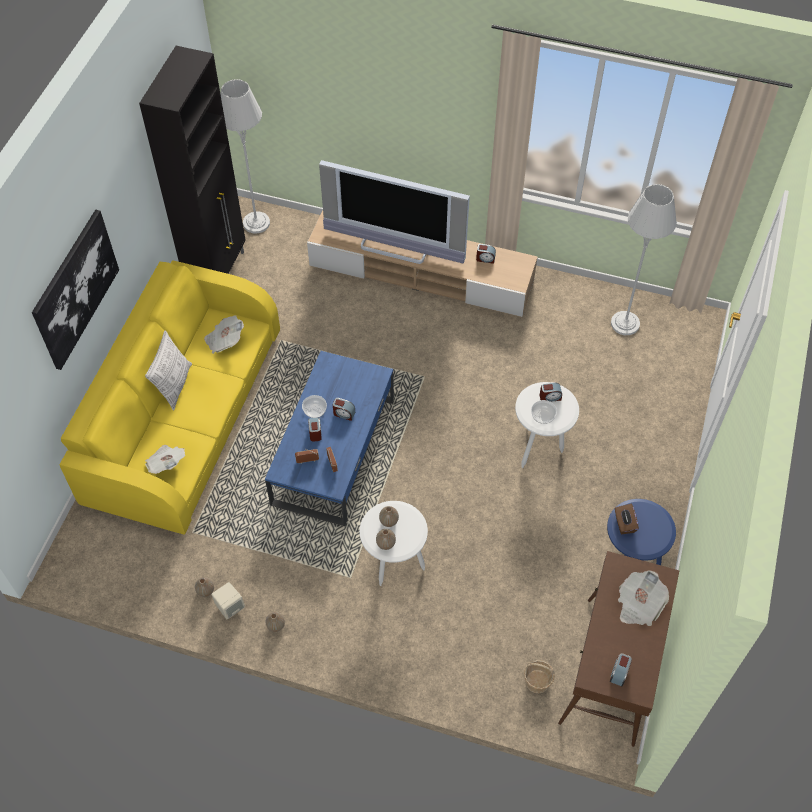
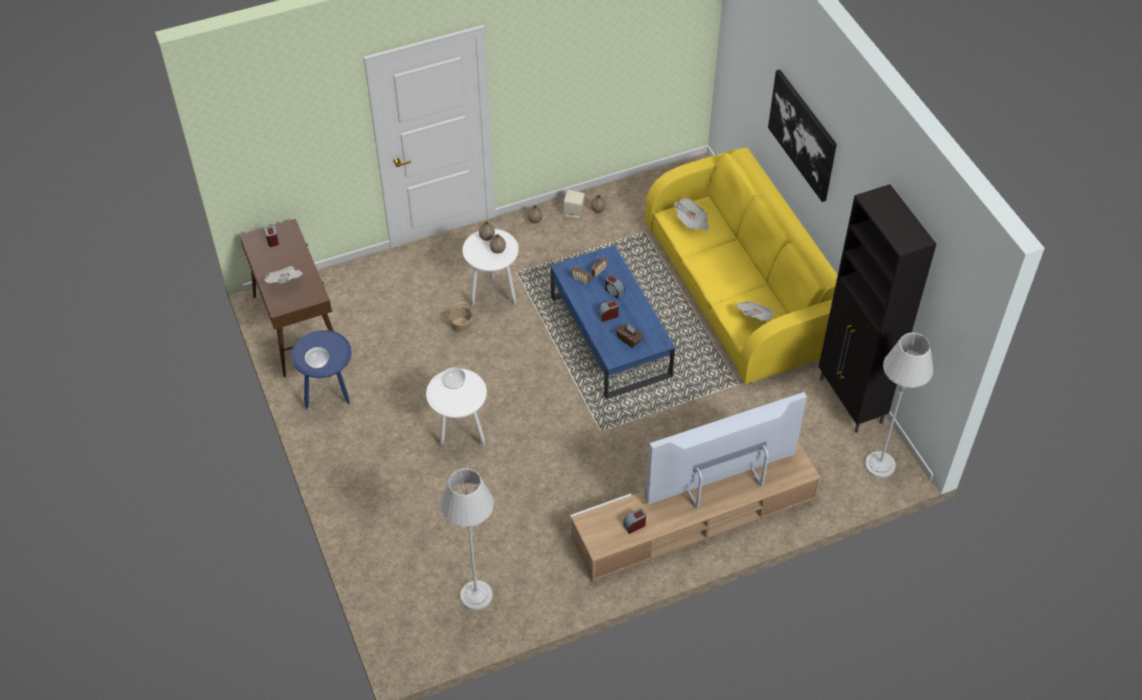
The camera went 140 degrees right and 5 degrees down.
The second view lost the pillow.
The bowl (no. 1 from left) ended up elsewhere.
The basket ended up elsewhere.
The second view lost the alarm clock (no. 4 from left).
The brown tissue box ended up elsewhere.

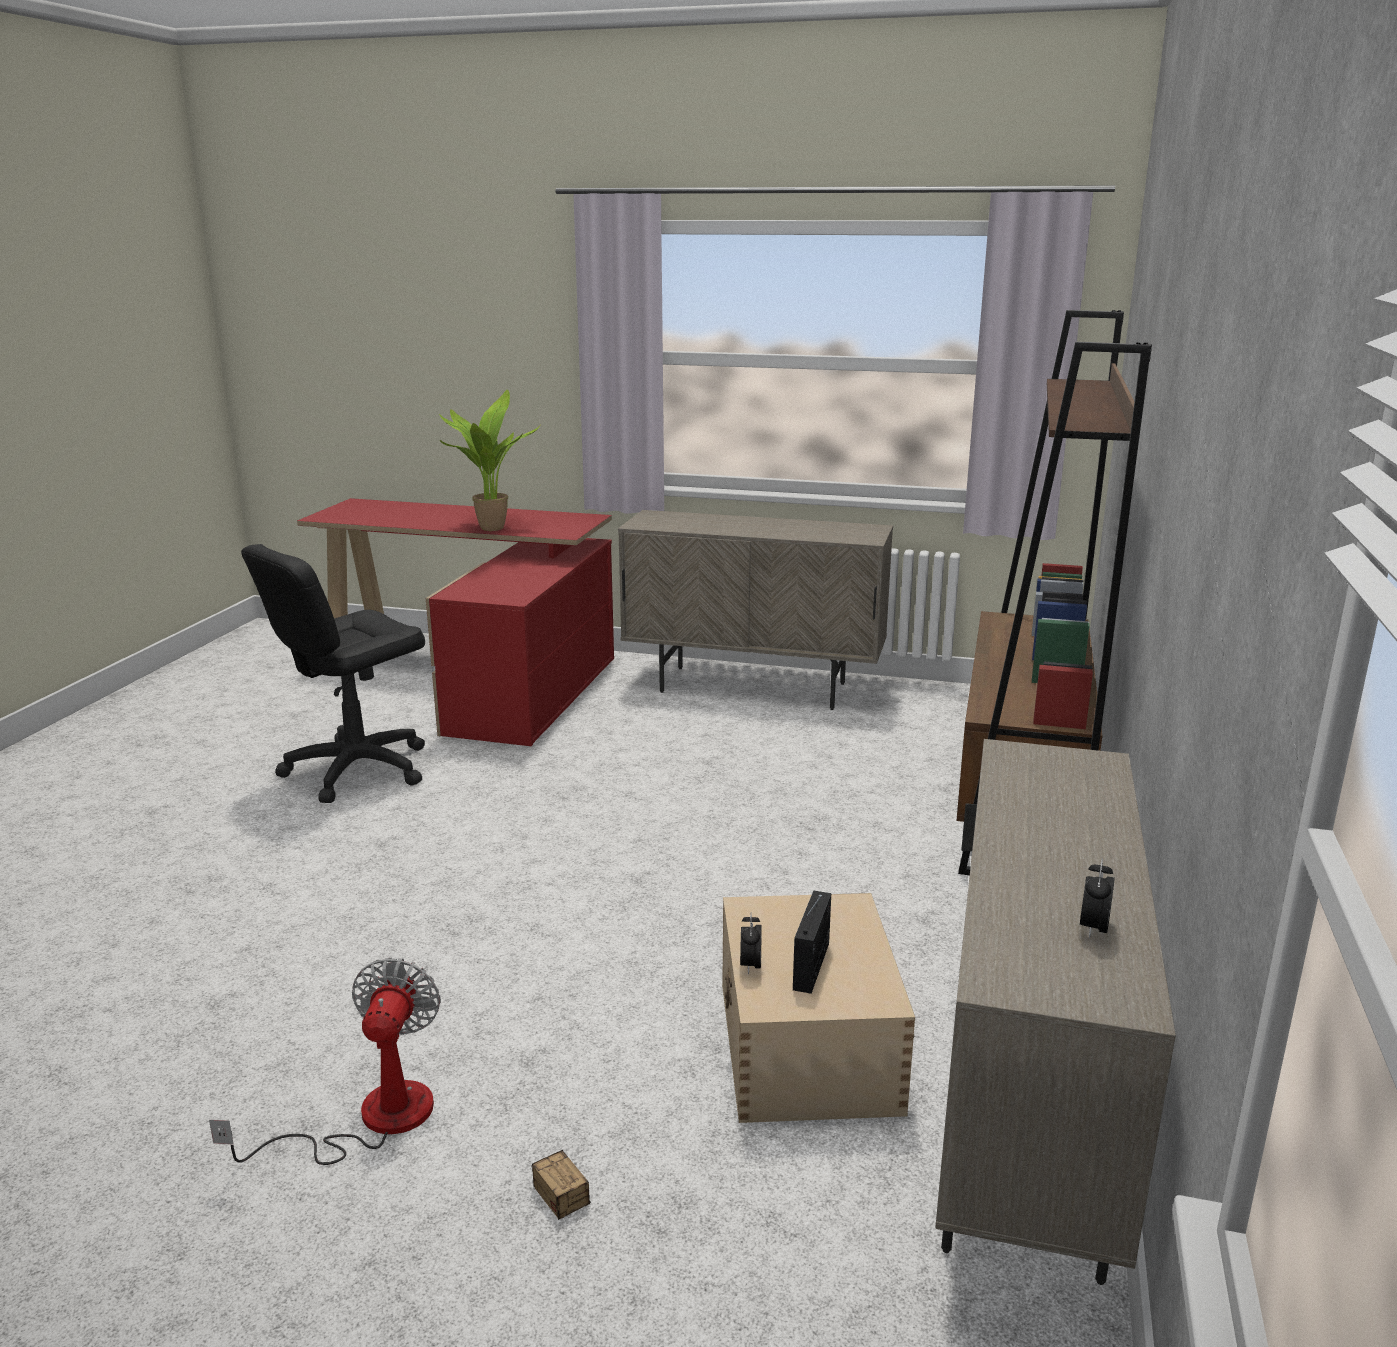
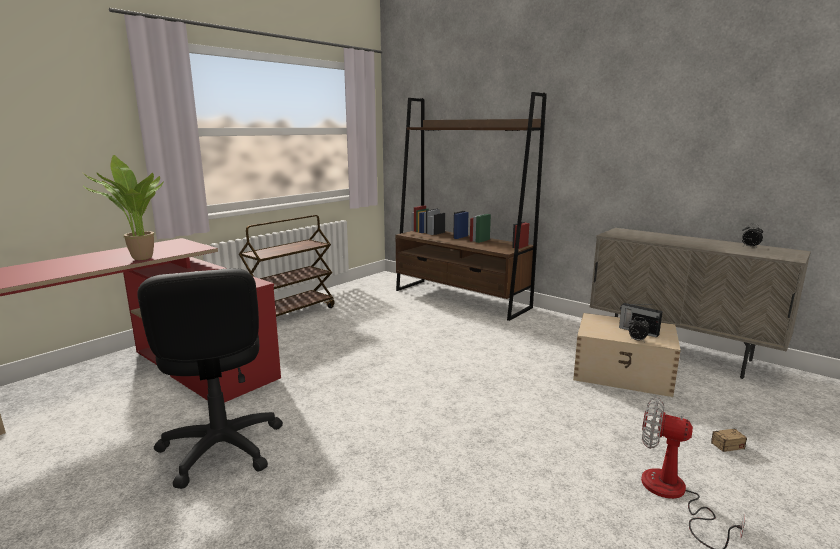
The camera went 65 degrees left and 5 degrees down.
Where the beige cabinet (no. 1 from left) stood, the brown cart came to stand.

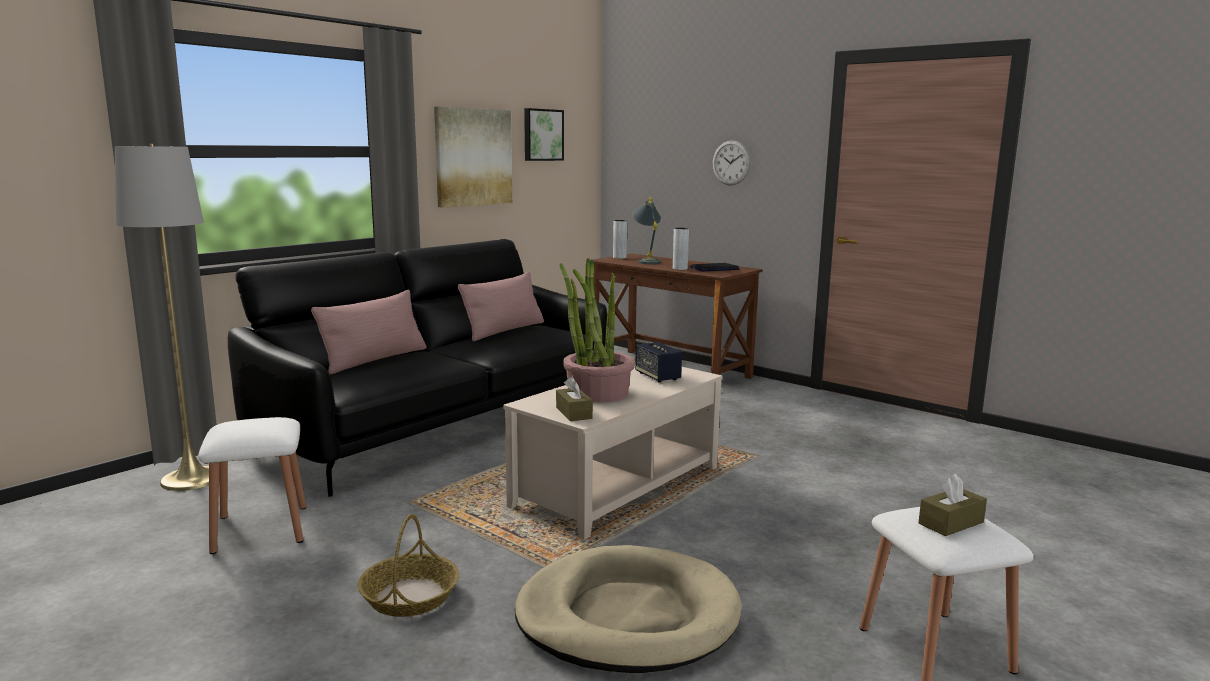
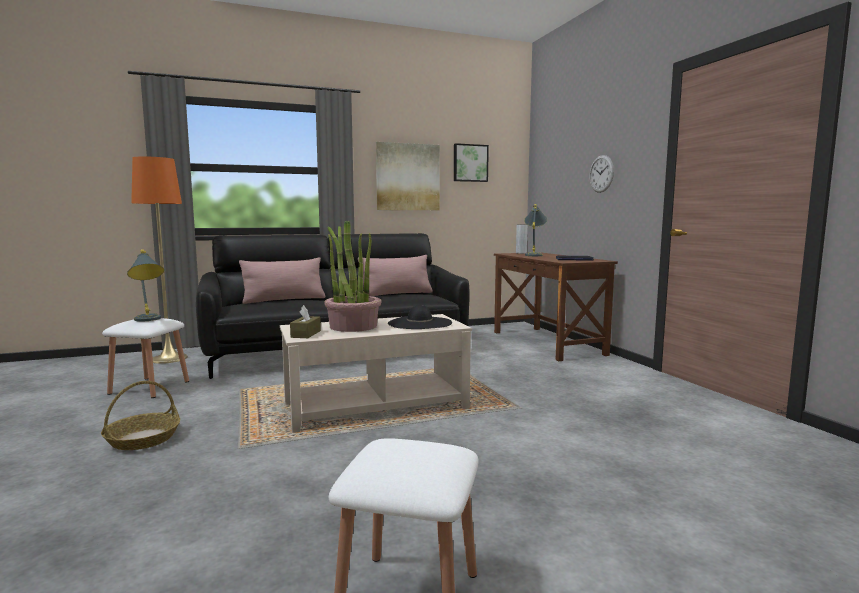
The camera went 30 degrees right and 5 degrees down.
What was the grey floor lamp turned into the orange floor lamp.
The second view lost the beige dog bed.
Where the speaker stood, the black hat came to stand.
The second view lost the grey vase (no. 2 from left).
The second view lost the brown tissue box (no. 2 from left).
The second view gained the grey table lamp (no. 1 from left).

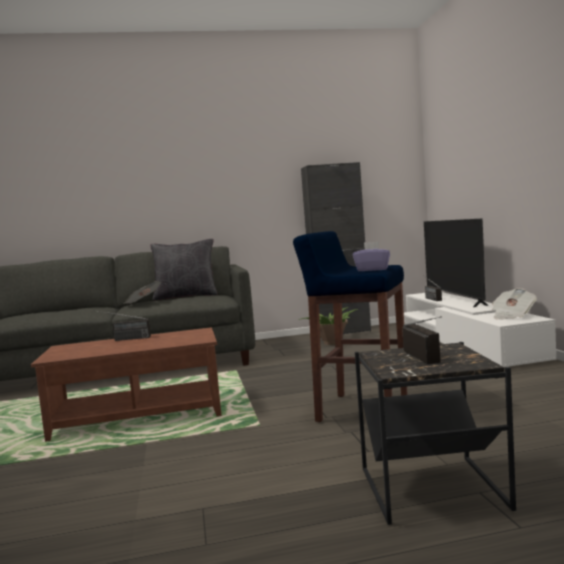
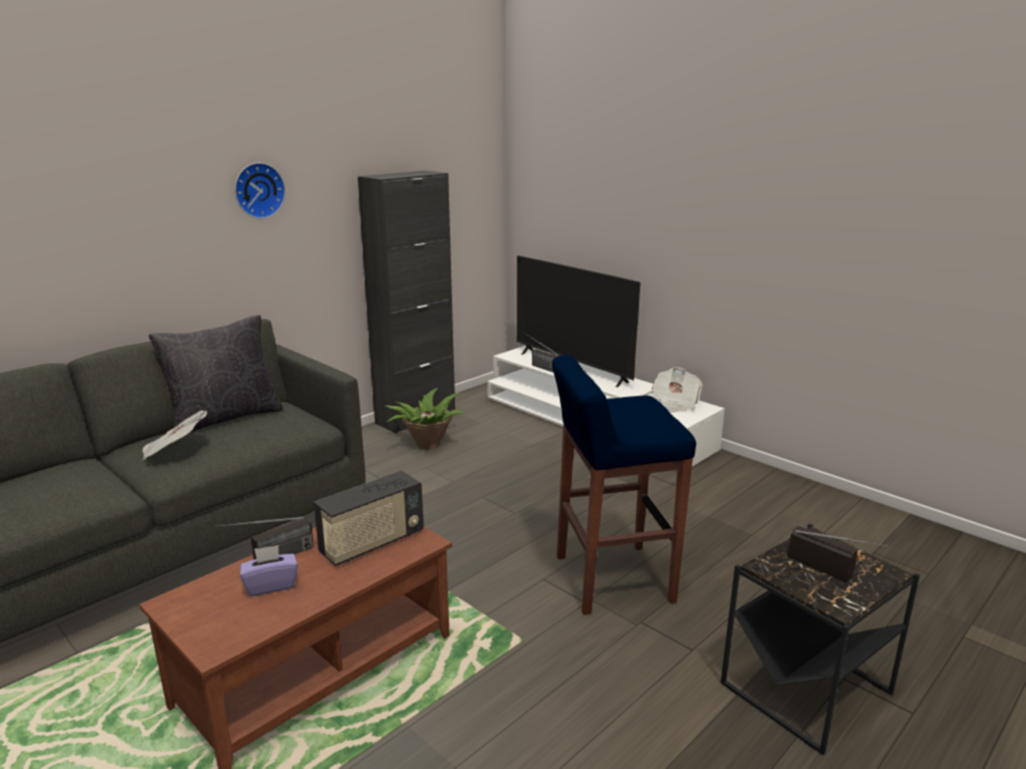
The camera went 35 degrees left and 15 degrees up.
The purple tissue box ended up elsewhere.
The second view gained the wall clock.
The second view gained the radio (no. 2 from left).

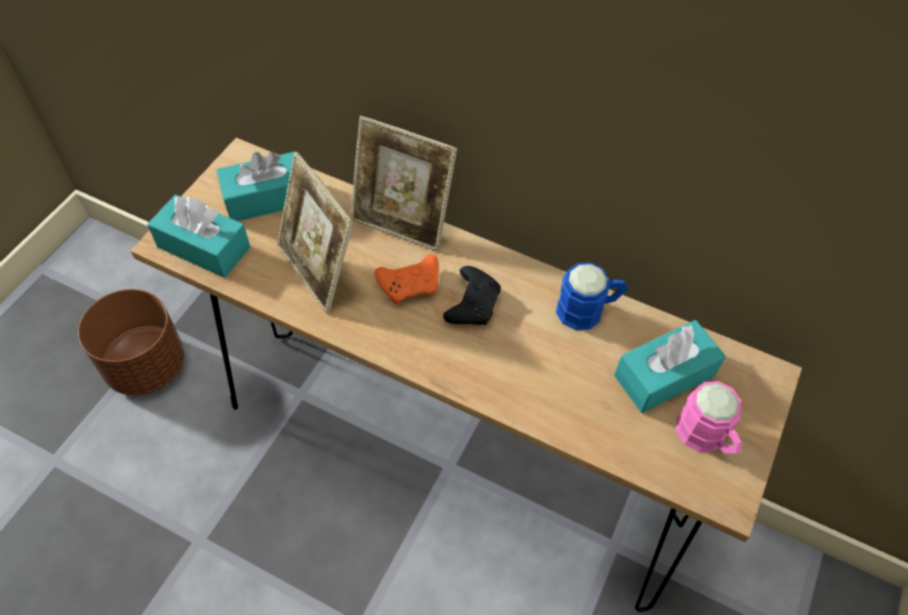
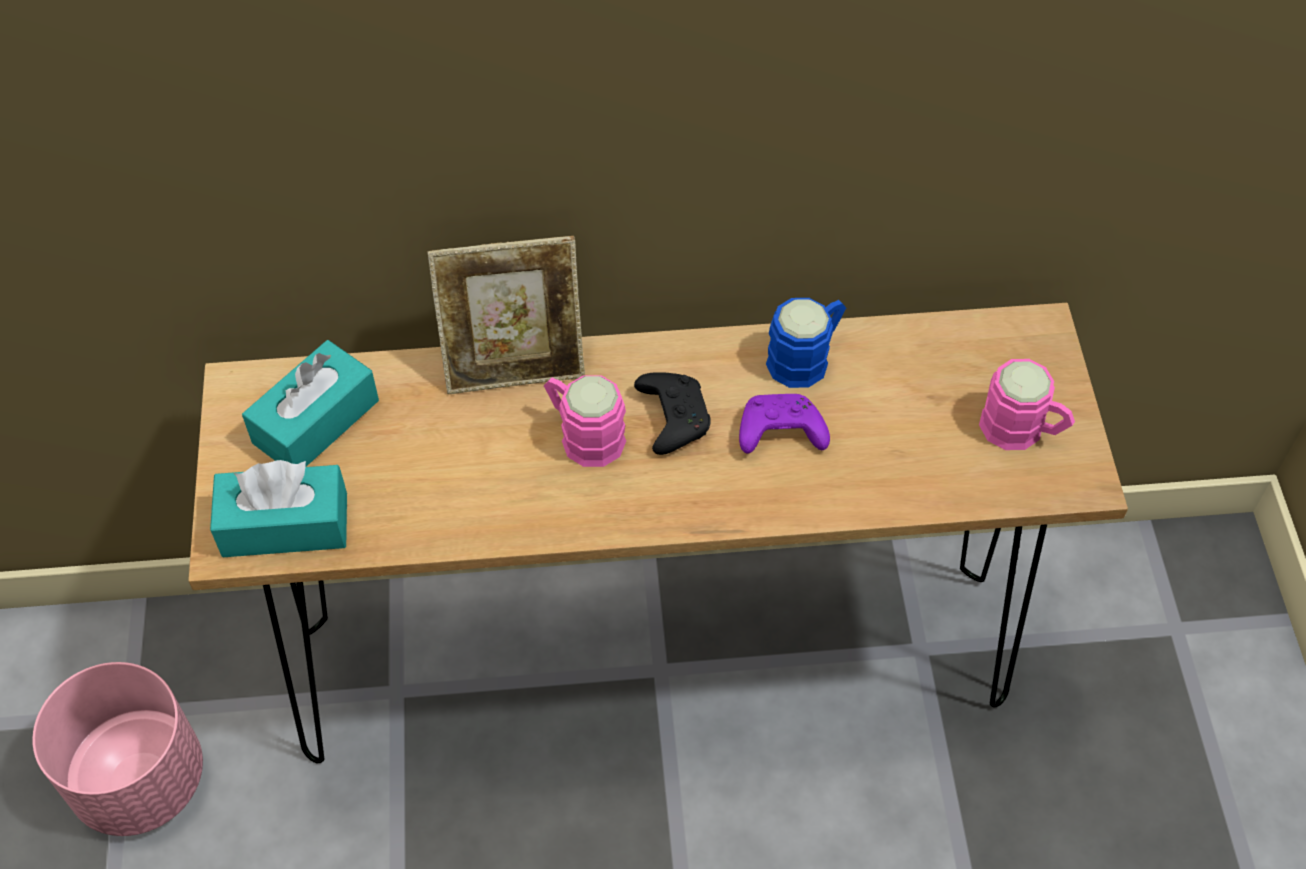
The camera went 30 degrees left and 0 degrees up.
What was the brown planter turned into the pink planter.
The second view lost the picture frame (no. 1 from left).
Where the orange game controller stood, the pink mug (no. 1 from left) came to stand.
The second view lost the turquoise tissue box (no. 3 from left).
The second view gained the purple game controller.

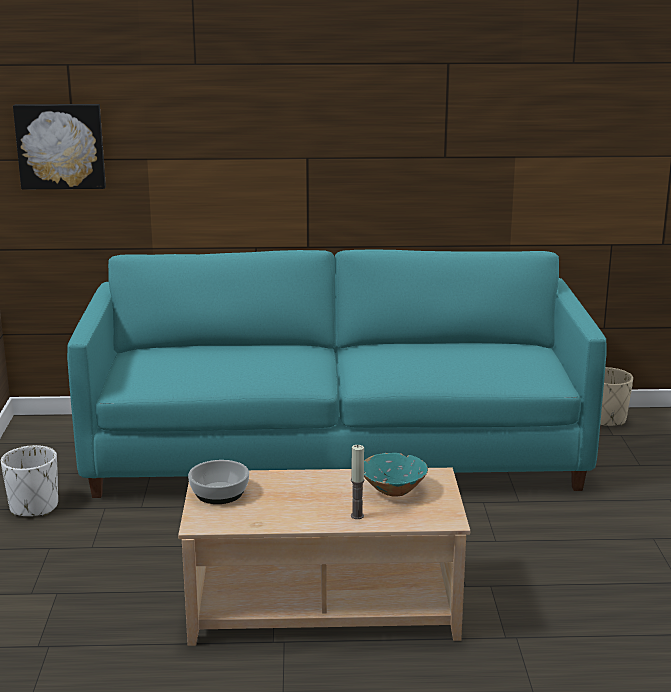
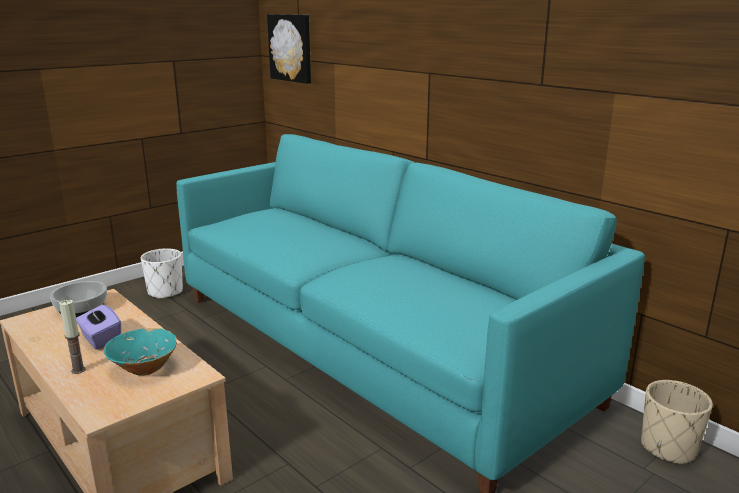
The camera went 50 degrees right and 0 degrees up.
The second view gained the purple tissue box.

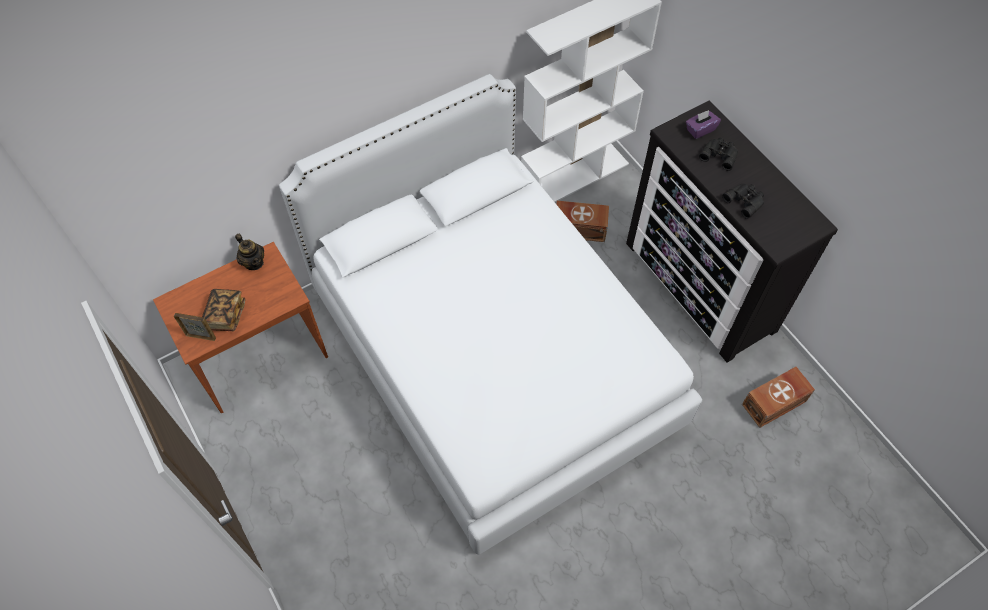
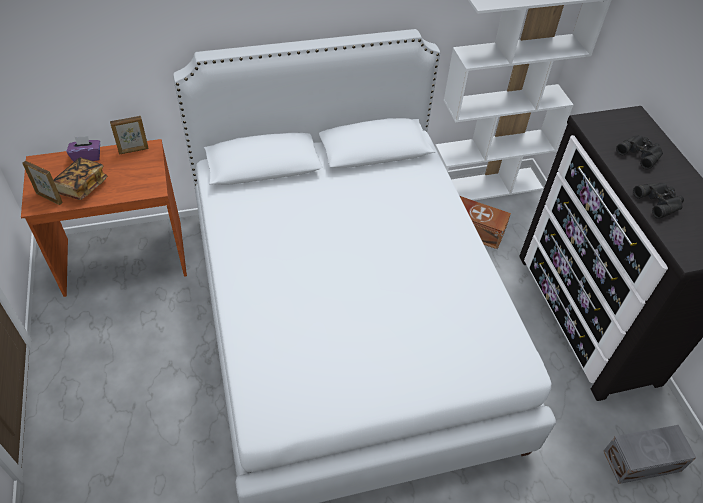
The camera went 15 degrees right and 10 degrees down.
Where the teapot stood, the picture frame (no. 2 from left) came to stand.
The purple tissue box ended up elsewhere.
What was the brown storage box (no. 2 from left) turned into the grey storage box.

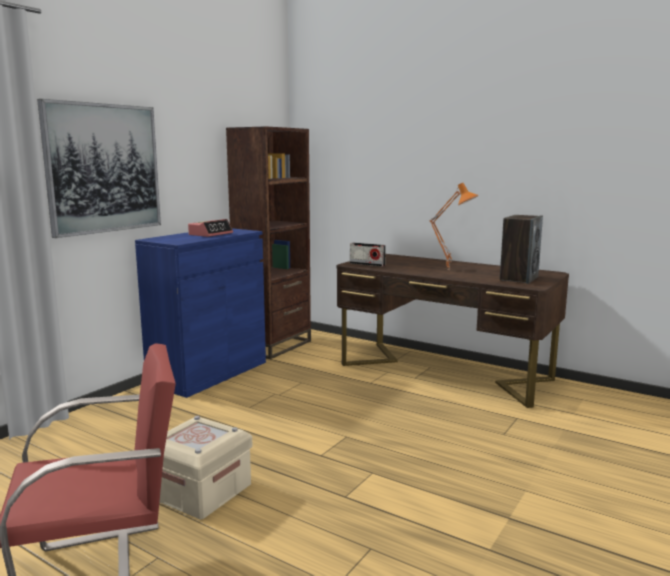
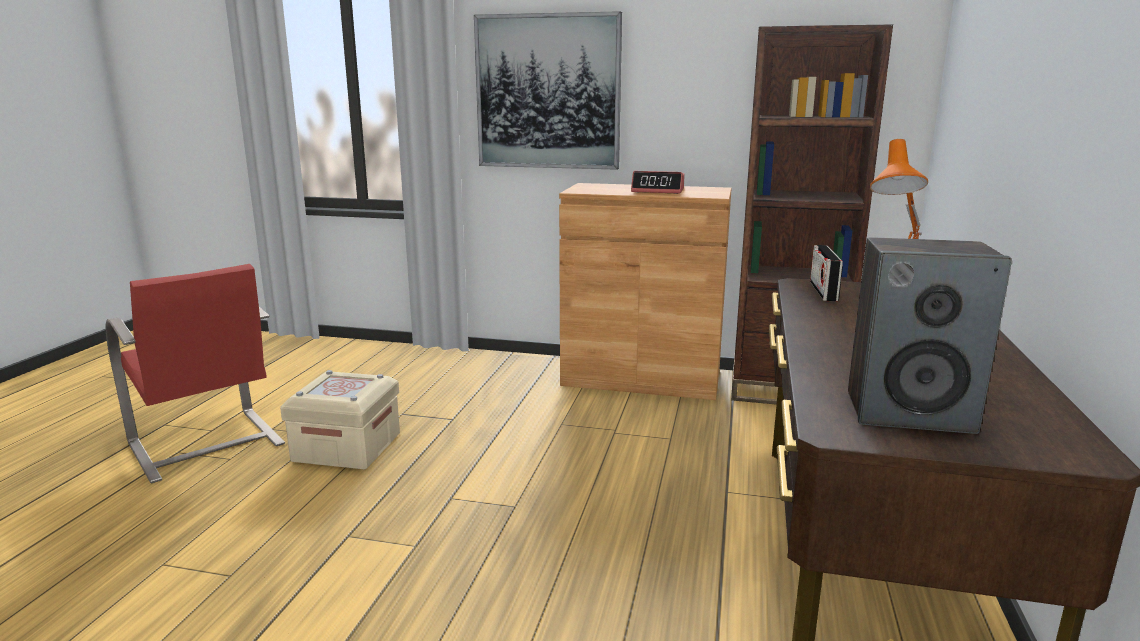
The camera went 70 degrees right and 5 degrees up.
What was the blue cabinet turned into the brown cabinet.

